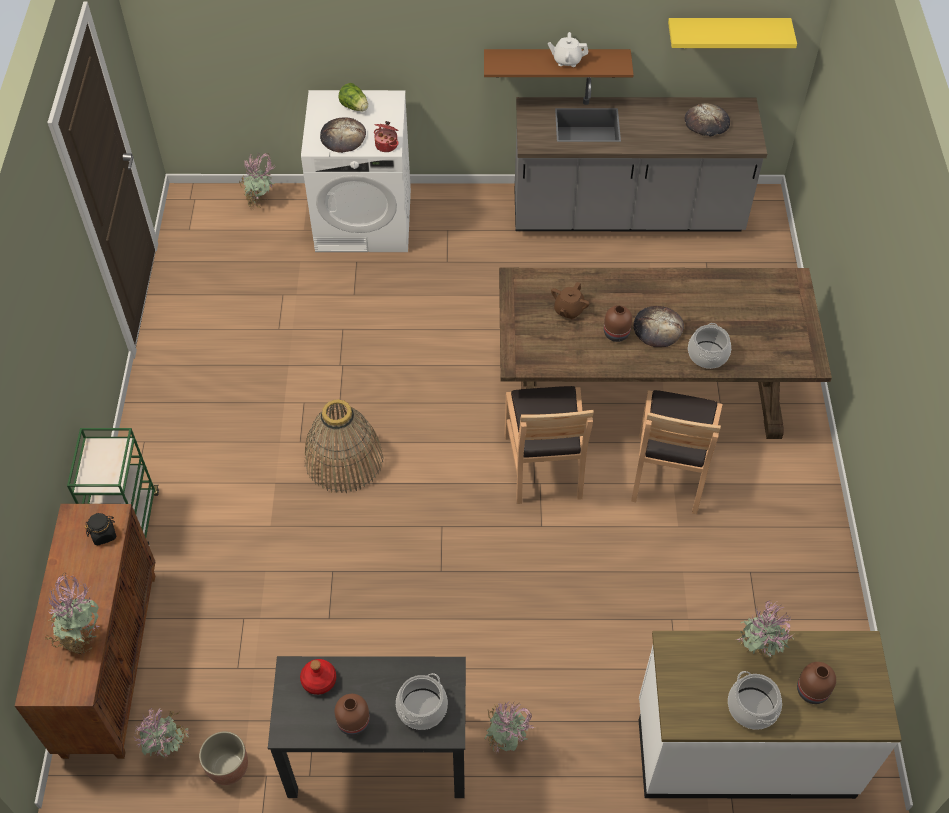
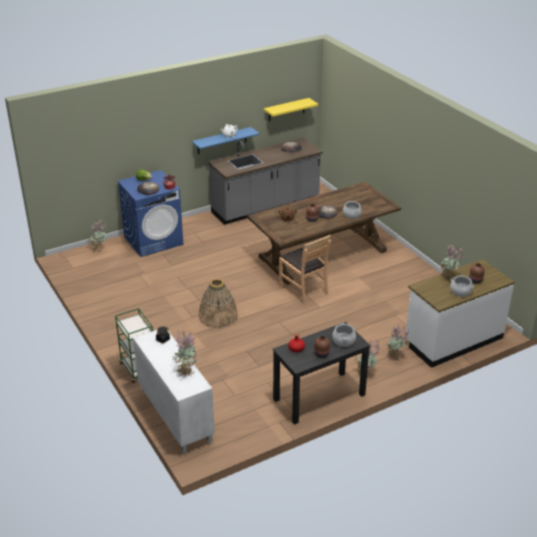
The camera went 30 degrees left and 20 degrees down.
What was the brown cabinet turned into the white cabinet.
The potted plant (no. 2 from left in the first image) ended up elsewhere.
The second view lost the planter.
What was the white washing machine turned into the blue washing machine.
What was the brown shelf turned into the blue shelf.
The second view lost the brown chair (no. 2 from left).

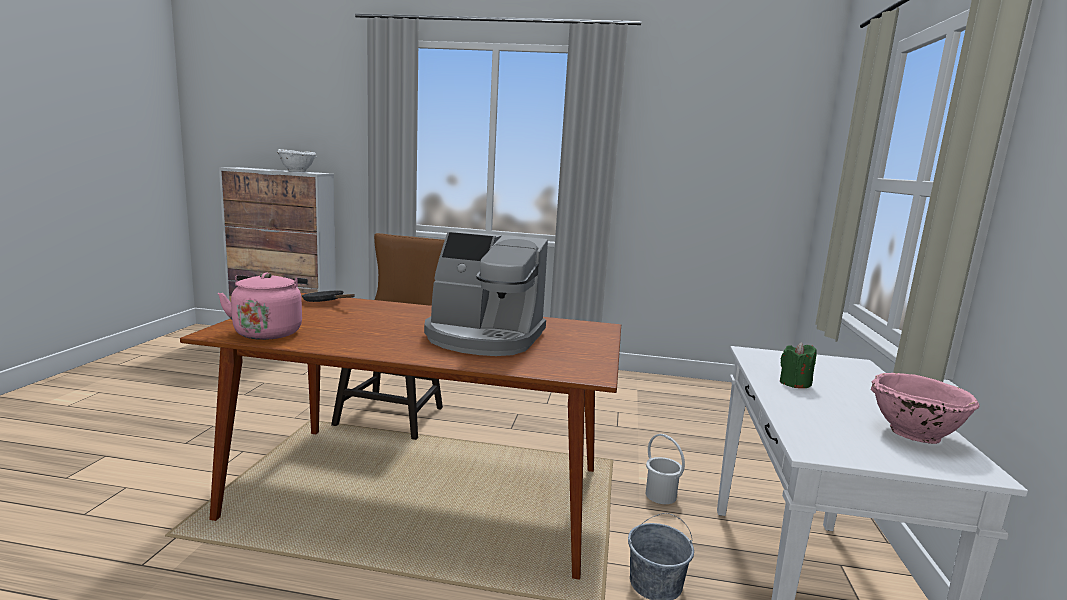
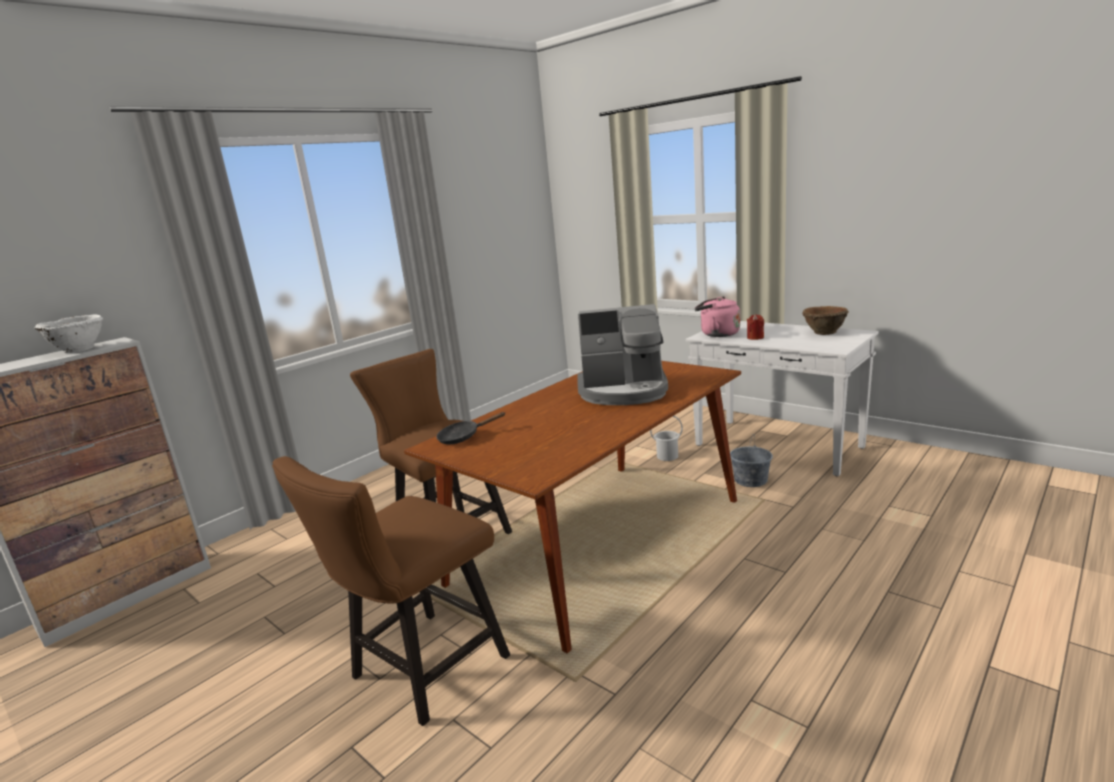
The camera went 55 degrees left and 5 degrees up.
The pink kettle ended up elsewhere.
The coffee machine ended up facing another way, 45 degrees clockwise from before.
What was the green candle turned into the red candle.
What was the pink bowl turned into the brown bowl.
The second view gained the brown chair (no. 1 from left).

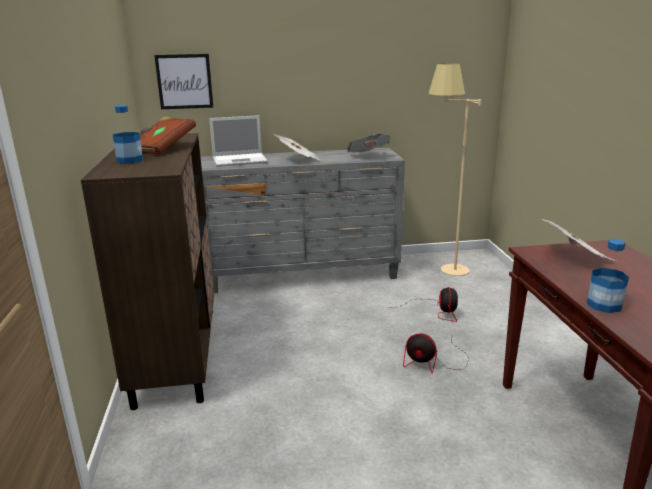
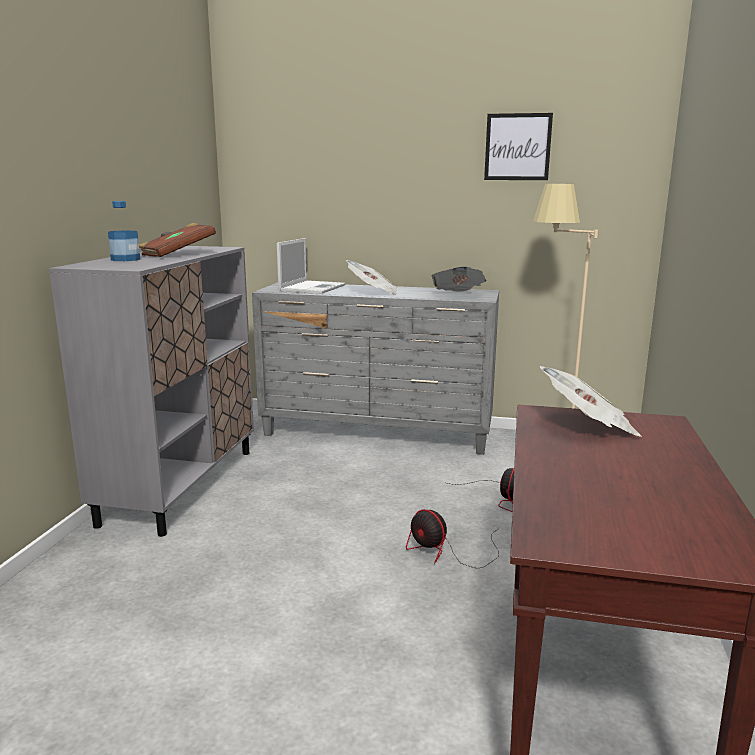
The camera went 20 degrees right and 5 degrees down.
What was the brown cabinet turned into the grey cabinet.
The picture ended up elsewhere.
The laptop ended up facing another way, 75 degrees counterclockwise from before.
The second view lost the bottle (no. 2 from left).

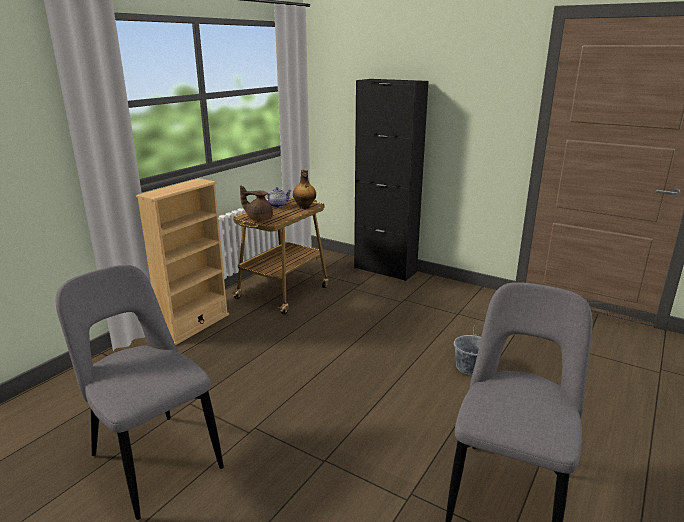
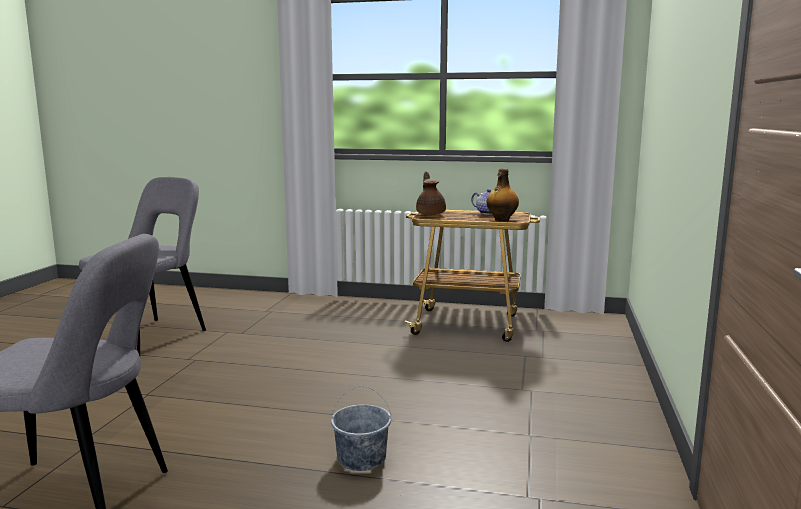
The camera went 70 degrees right and 10 degrees down.
The second view lost the beige bookcase.
The second view lost the black cabinet.

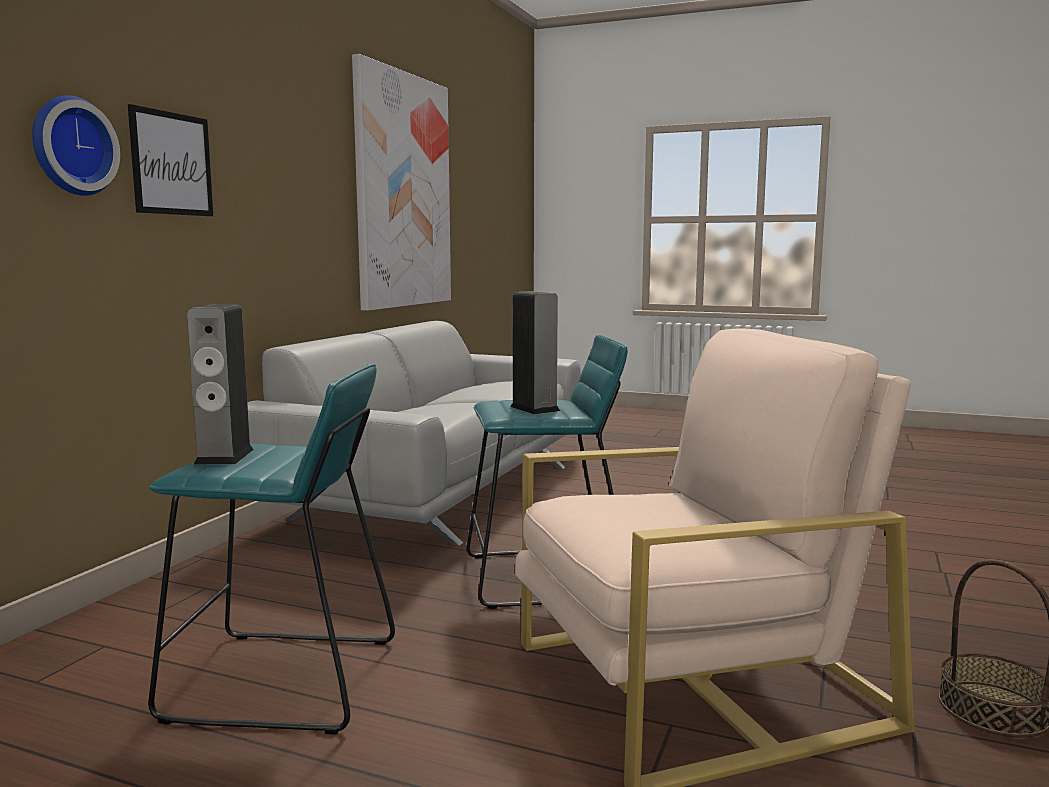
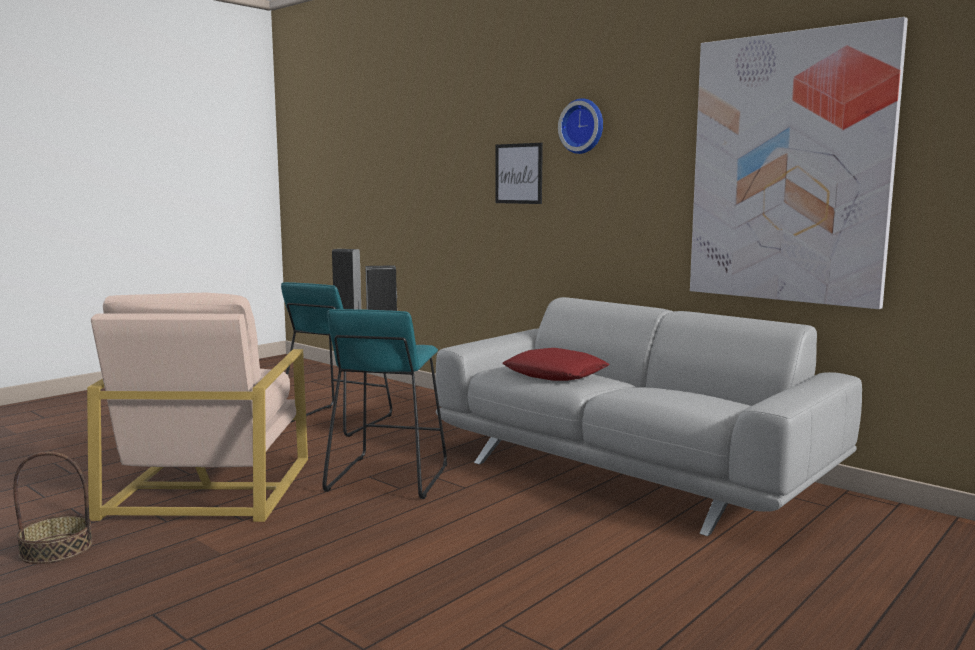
The camera went 110 degrees right and 0 degrees up.
The wall clock ended up elsewhere.
The second view gained the red pillow.

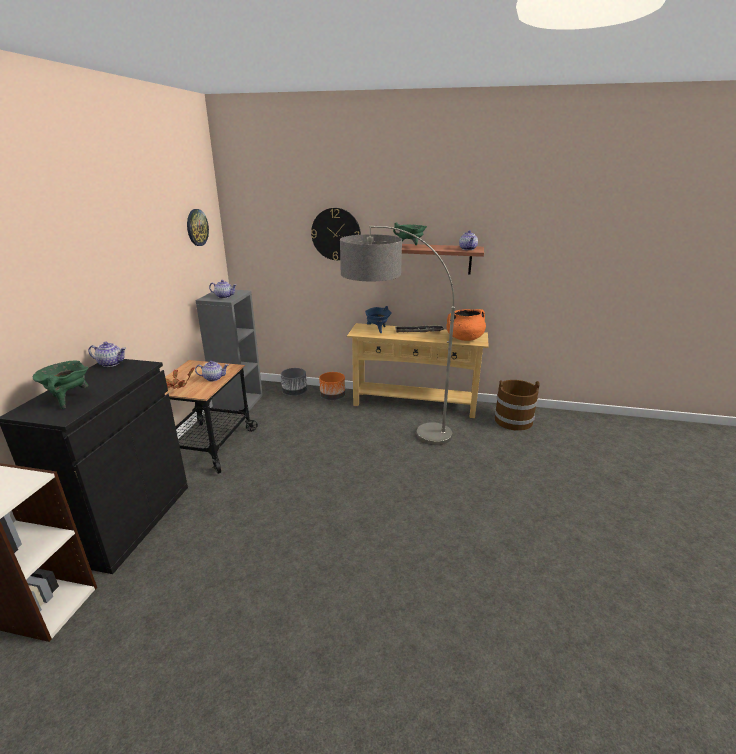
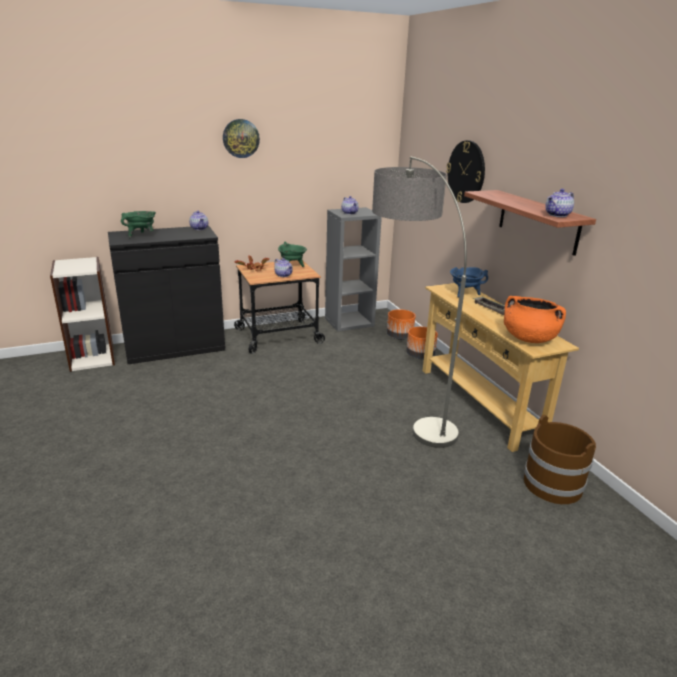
The camera went 55 degrees right and 0 degrees up.
The wall clock (no. 1 from left) ended up elsewhere.
What was the grey planter turned into the orange planter (no. 1 from left).
The green cooking pot (no. 2 from left) ended up elsewhere.

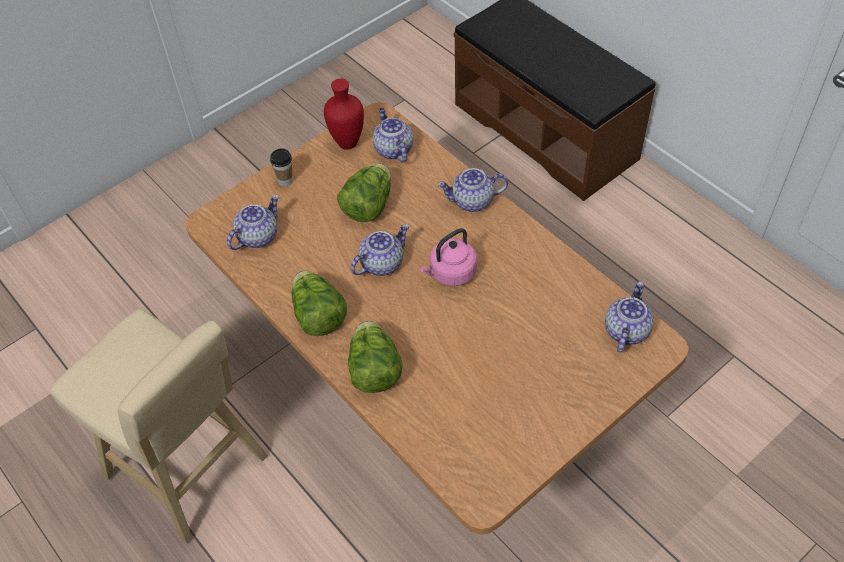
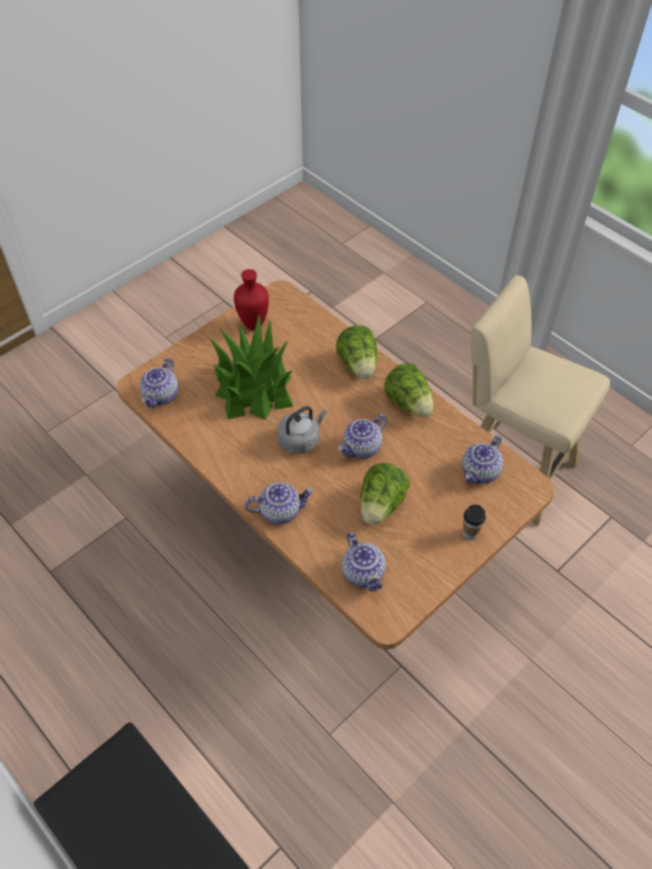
The camera went 175 degrees right and 0 degrees up.
The red vase ended up elsewhere.
What was the pink kettle turned into the grey kettle.
The second view gained the potted plant.

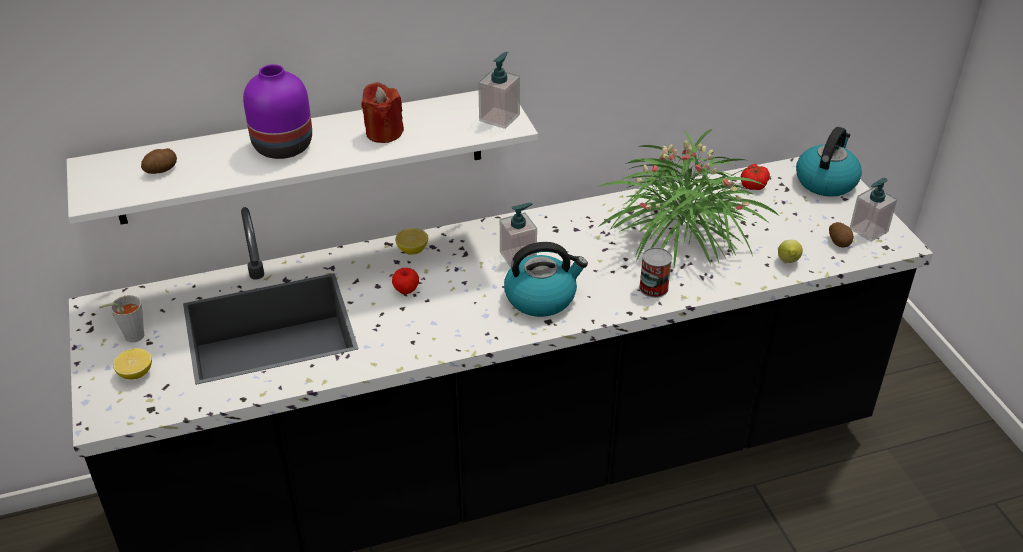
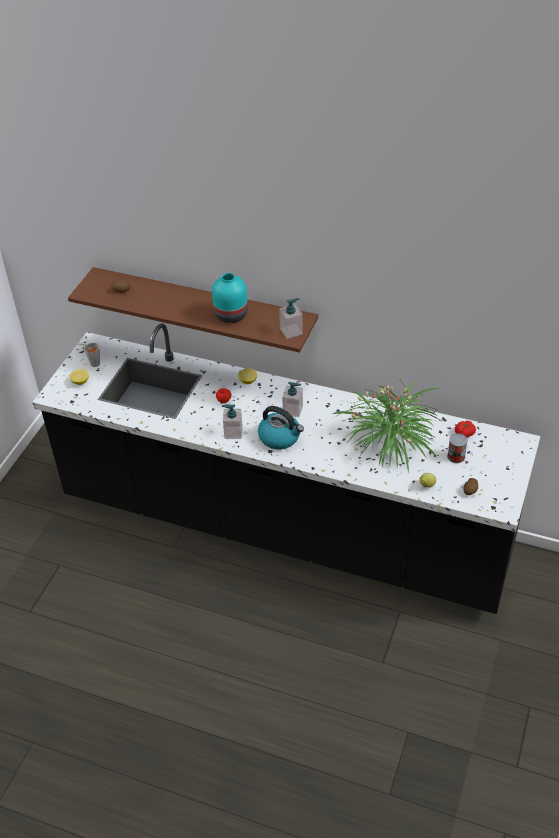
The camera went 40 degrees right and 5 degrees up.
What was the white shelf turned into the brown shelf.
The second view lost the purple vase.
Where the red candle stood, the turquoise vase came to stand.
The can ended up elsewhere.
The second view lost the kettle (no. 2 from left).
The soap dispenser (no. 3 from left in the first image) ended up elsewhere.

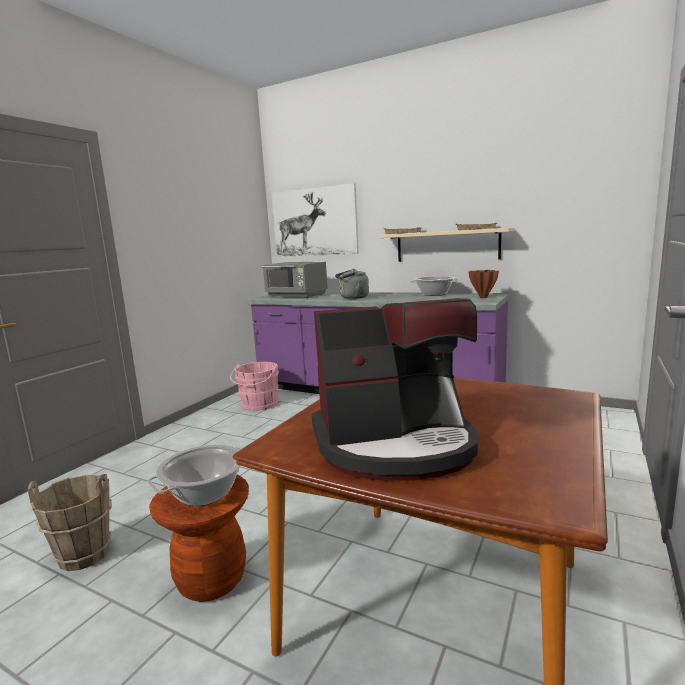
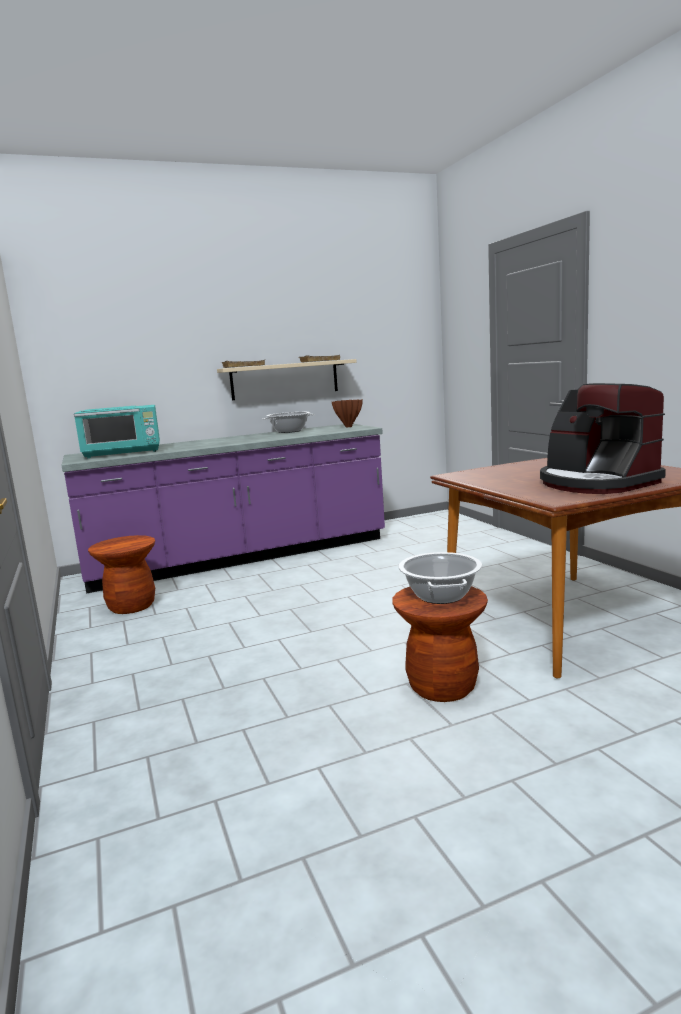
The camera went 50 degrees left and 0 degrees up.
The second view lost the brown bucket.
Where the pink bucket stood, the brown stool (no. 1 from left) came to stand.
What was the grey microwave turned into the turquoise microwave.
The second view lost the picture.
The coffee machine ended up facing another way, 120 degrees clockwise from before.
The second view lost the grey kettle.

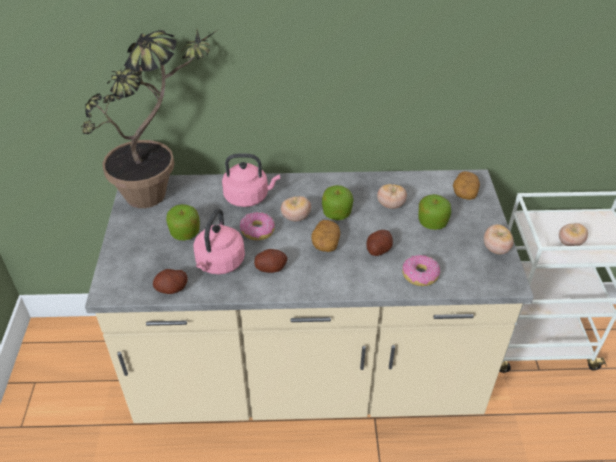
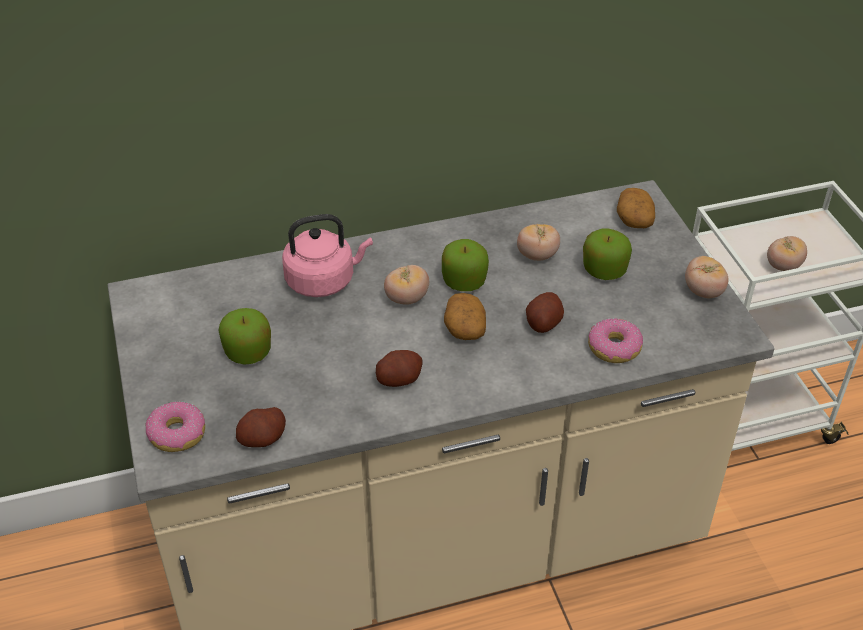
The camera went 15 degrees left and 0 degrees up.
The second view lost the potted plant.
The second view lost the pink kettle (no. 1 from left).
The donut (no. 1 from left) ended up elsewhere.

